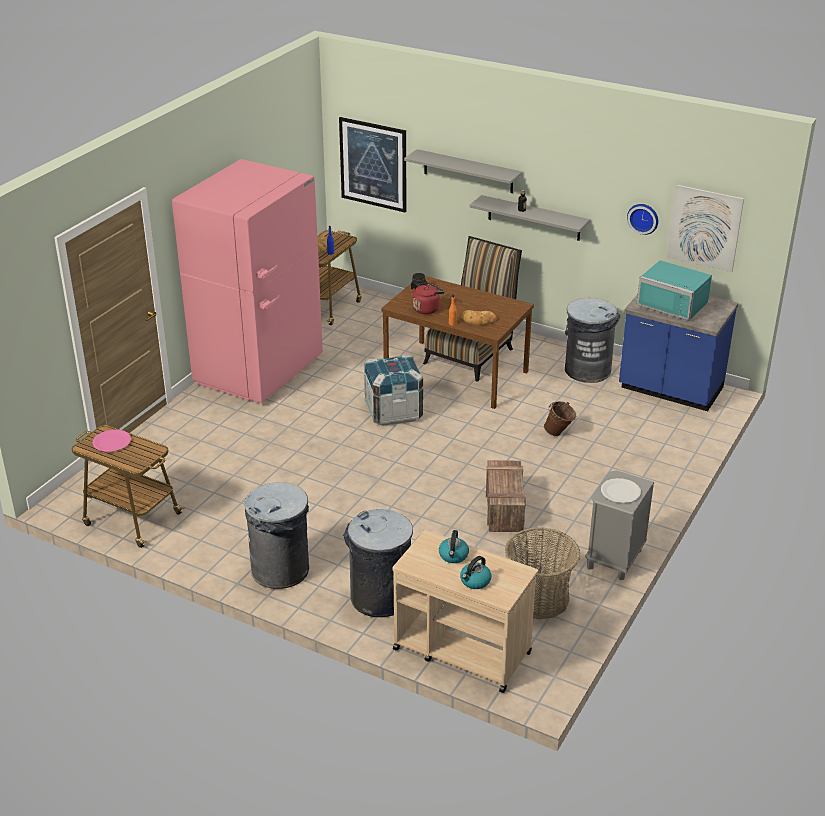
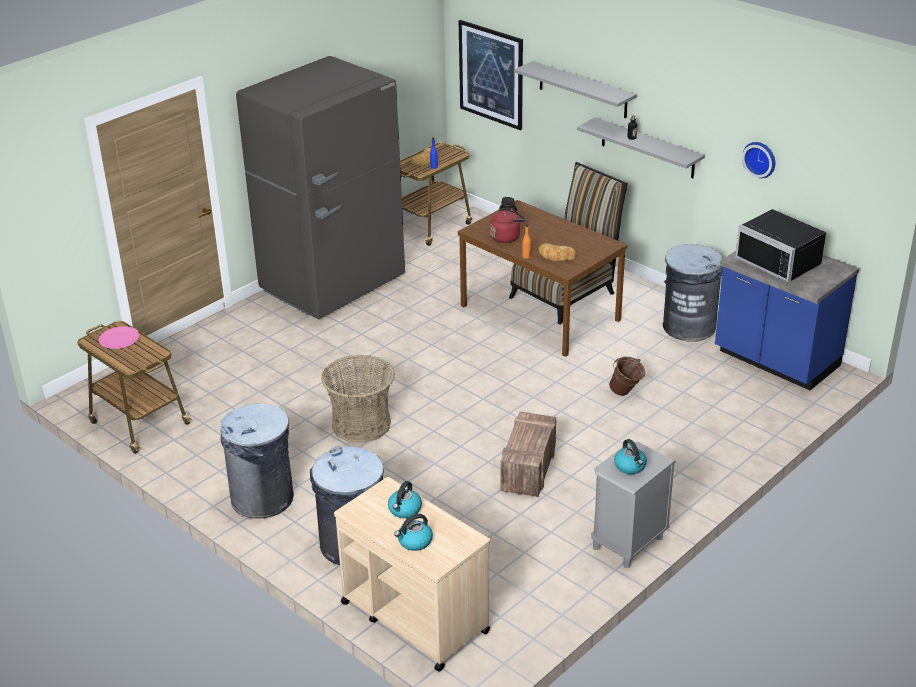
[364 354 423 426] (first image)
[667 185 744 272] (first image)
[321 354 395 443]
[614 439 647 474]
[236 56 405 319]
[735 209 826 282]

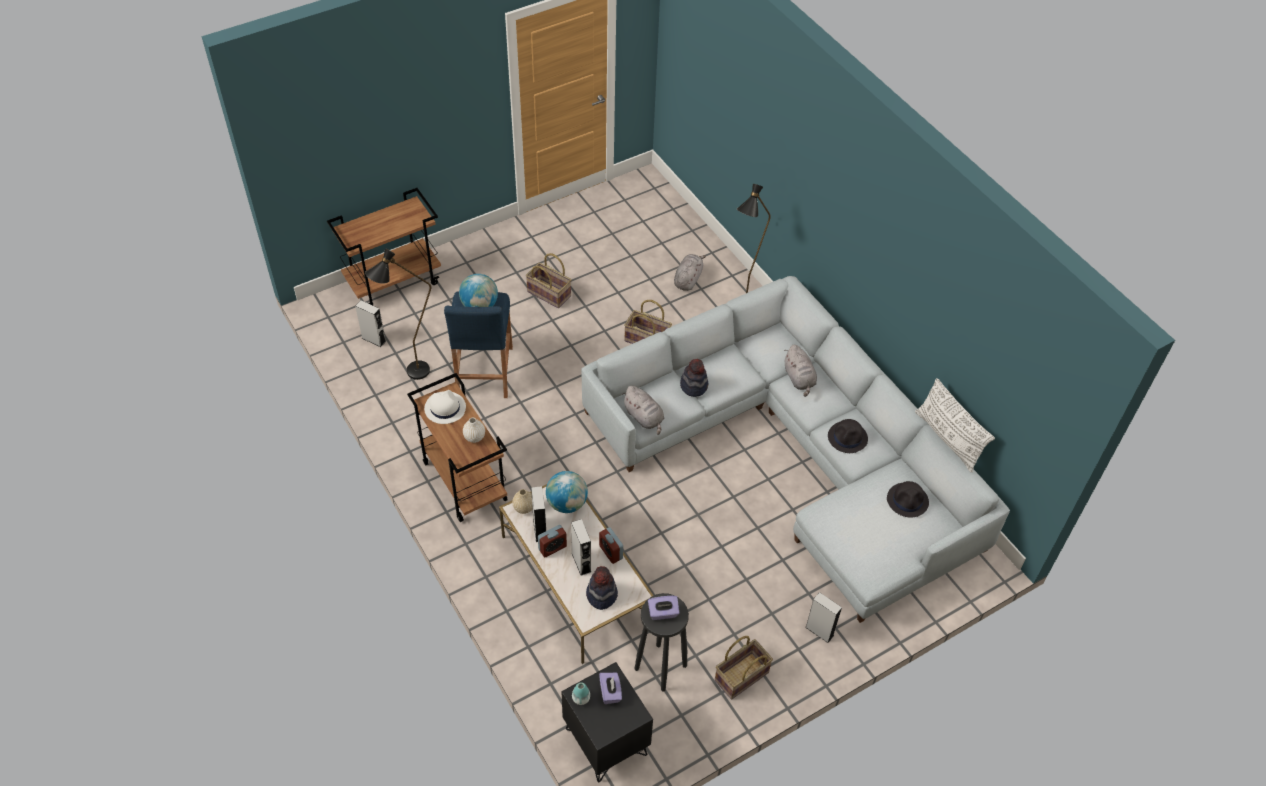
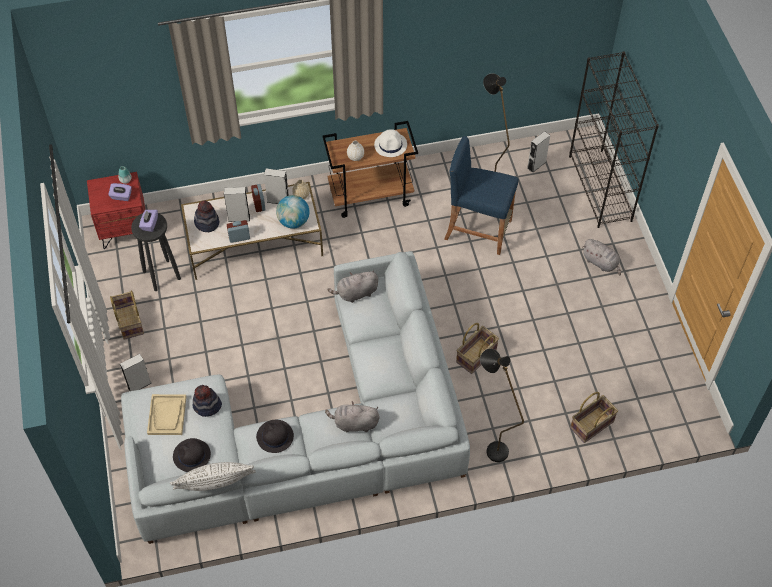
[459 274 498 307] (first image)
[147 394 186 435]
[570 392 618 443]
[582 239 621 275]
[193 385 222 417]
[569 52 659 228]
[87 172 145 249]

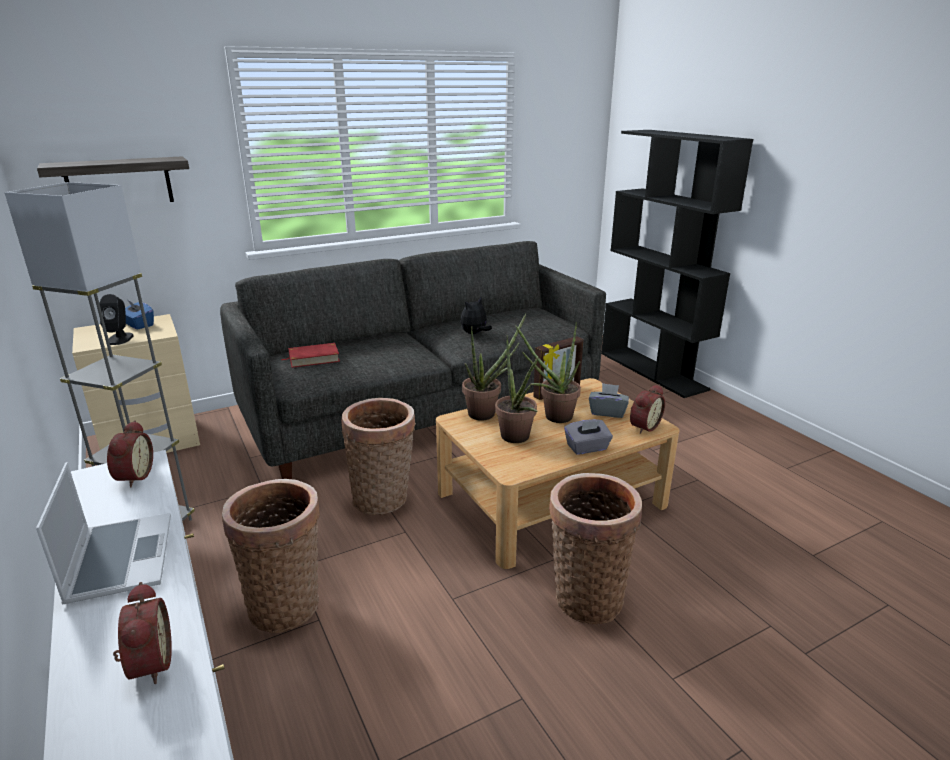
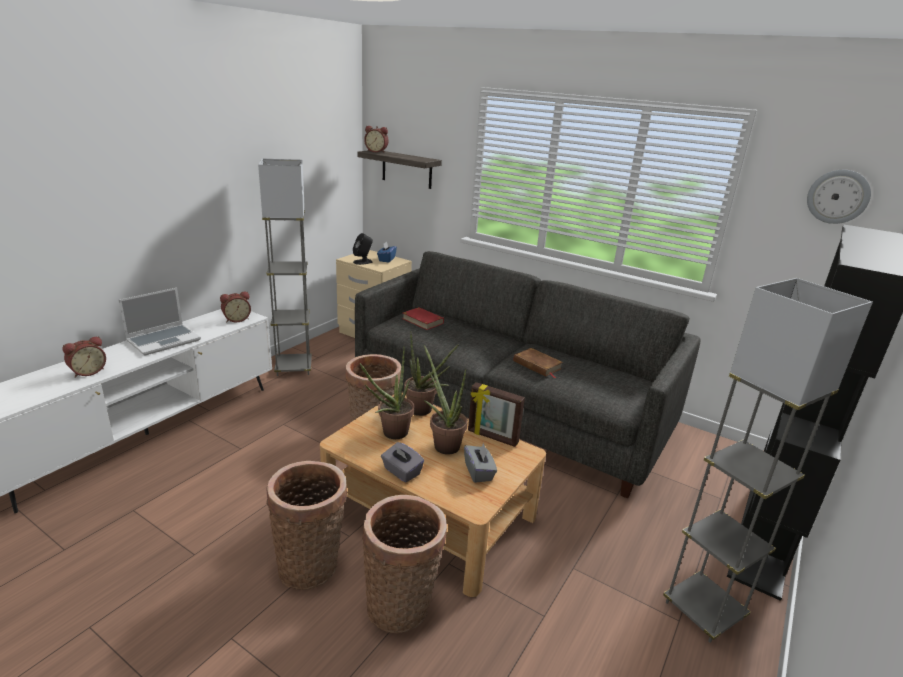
[663 278 873 643]
[807 170 871 224]
[362 495 447 633]
[364 126 389 153]
[513 348 563 378]

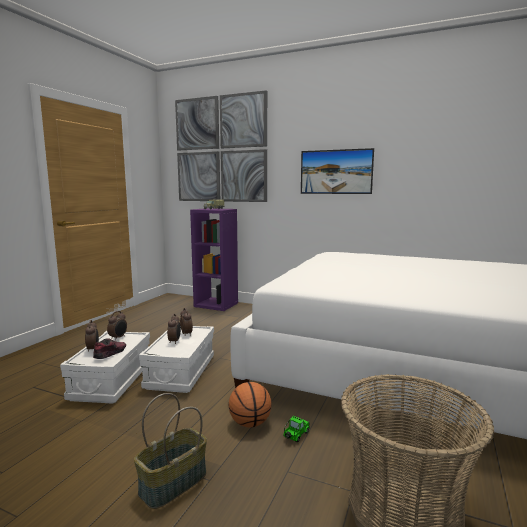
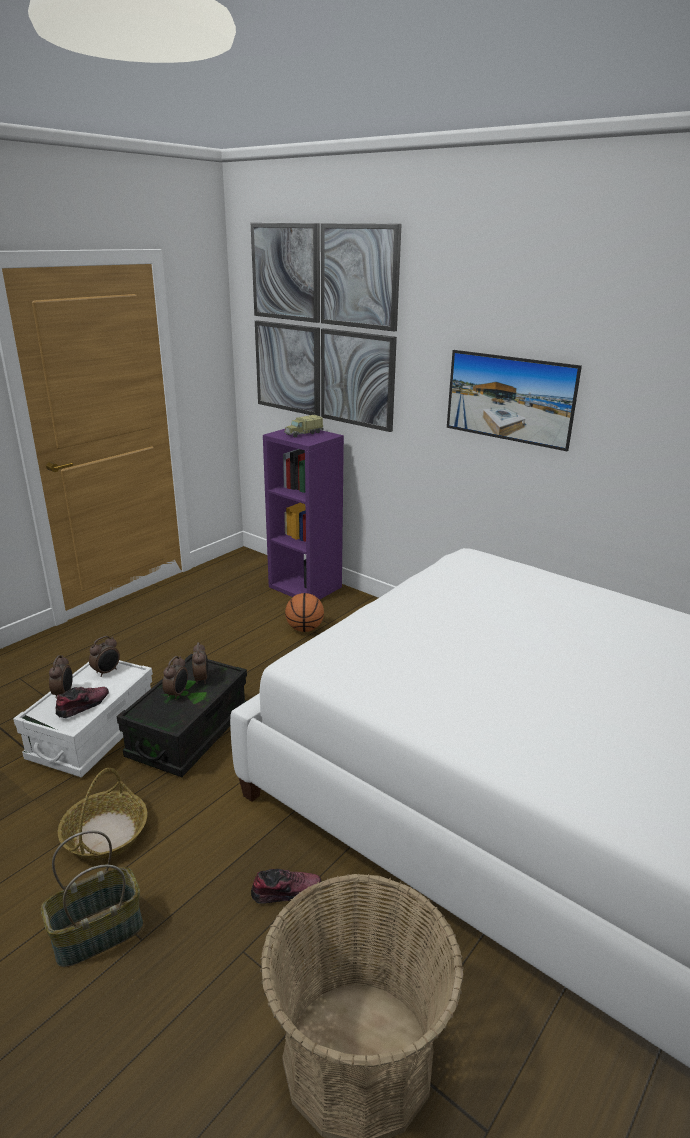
[58 768 147 860]
[285 593 324 632]
[251 869 322 904]
[116 654 247 777]

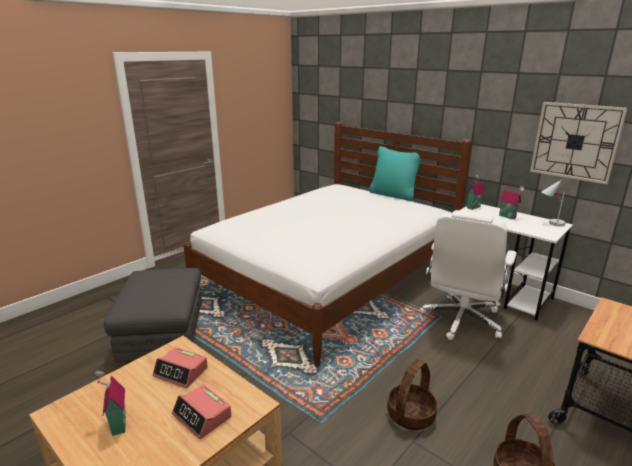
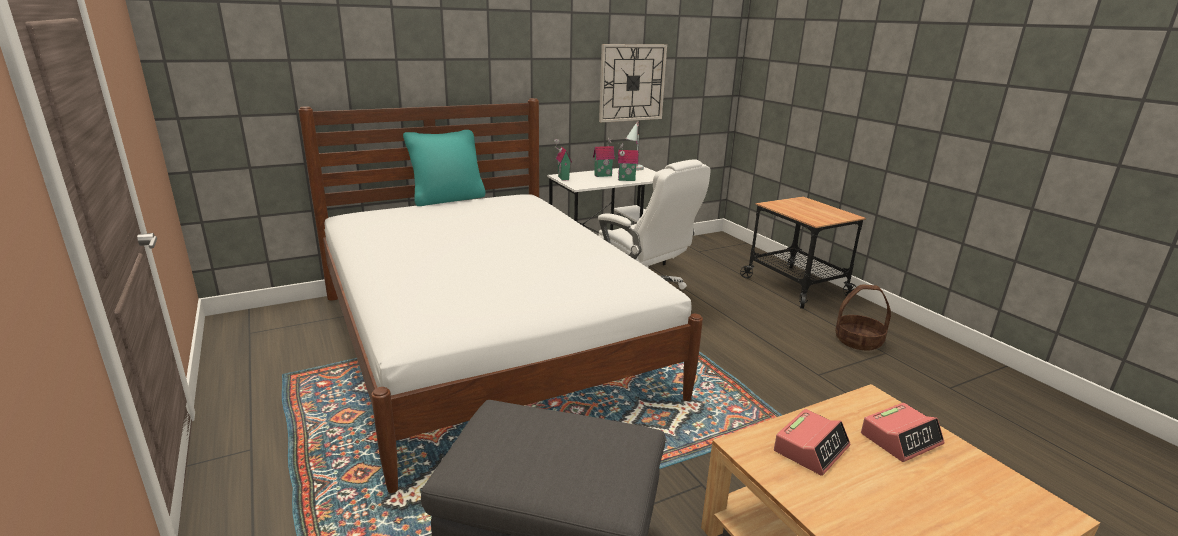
[387 359 438 430] (first image)
[618 143 638 181]

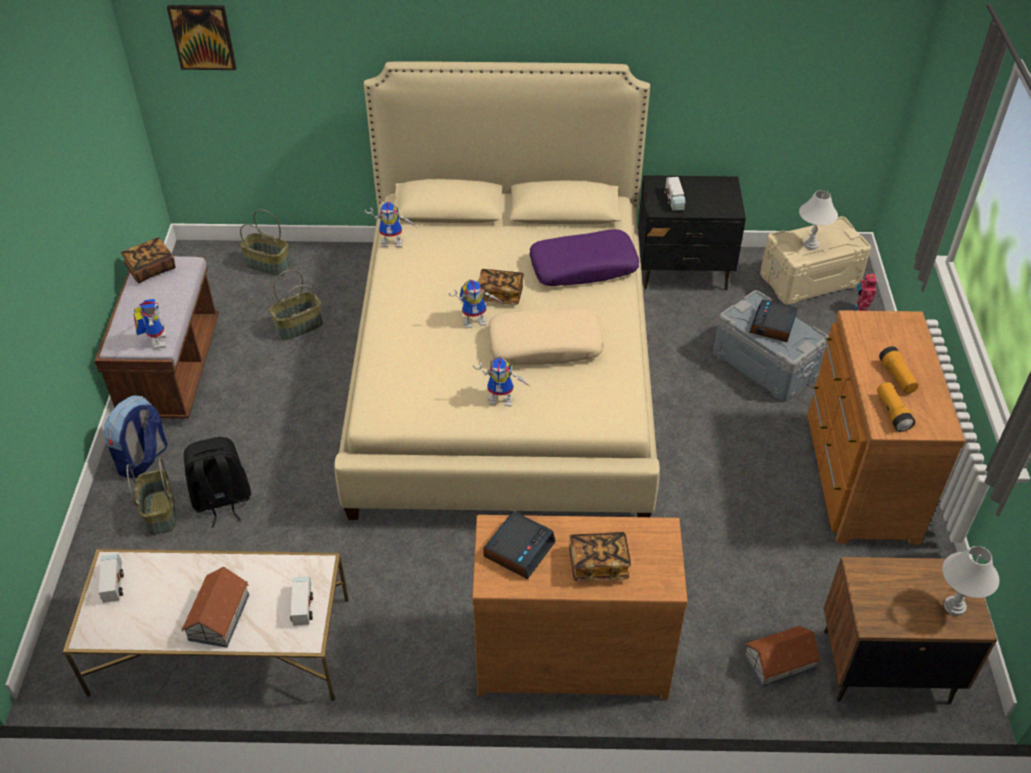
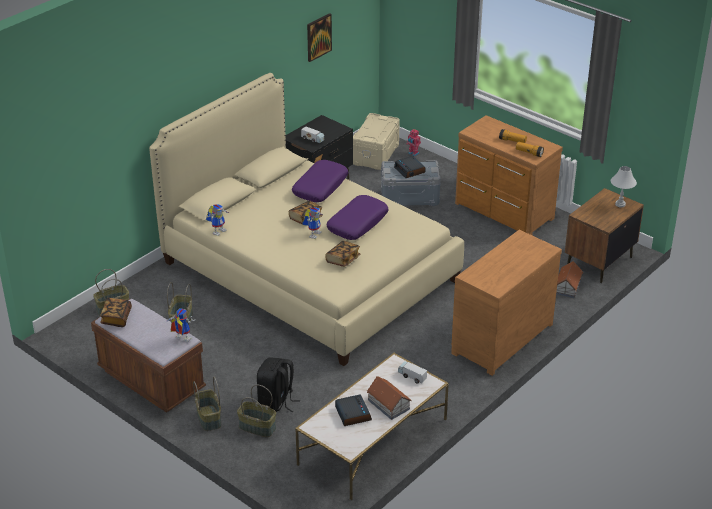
[98 554 124 603] (first image)
[473 355 531 406] (first image)
[799 190 838 250] (first image)
[307 13 332 62]
[335 394 372 426]
[325 241 360 267]
[193 377 221 431]
[327 195 389 240]

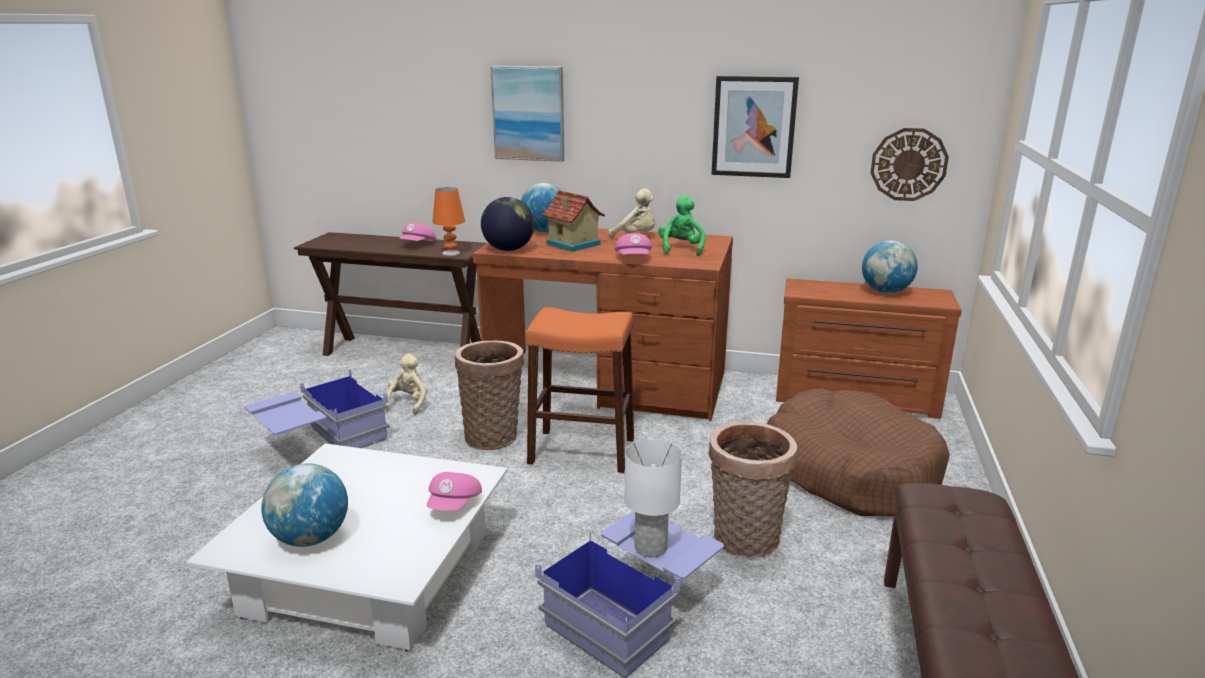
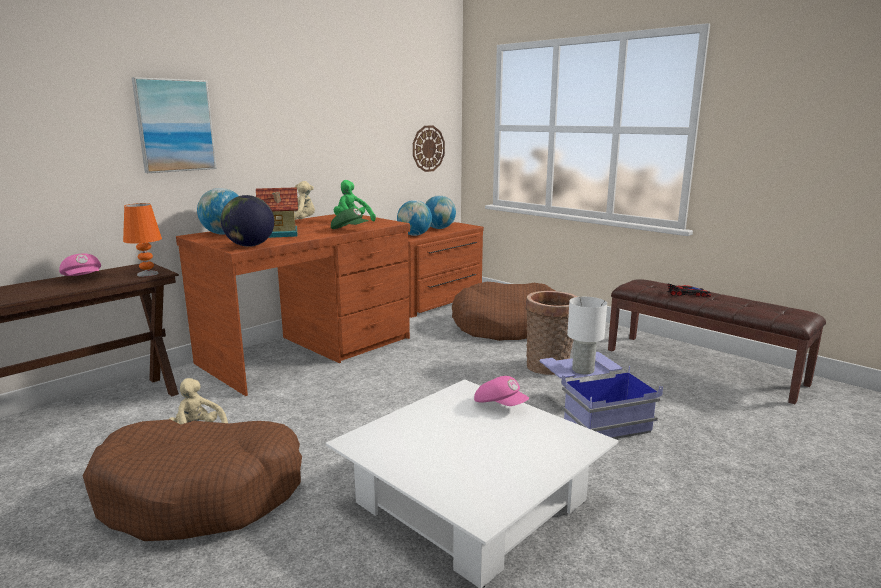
[455 341 524 450] (first image)
[526 307 634 473] (first image)
[711 76 799 178] (first image)
[667 283 711 297]
[397 200 432 236]
[83 419 302 541]
[331 208 369 229]

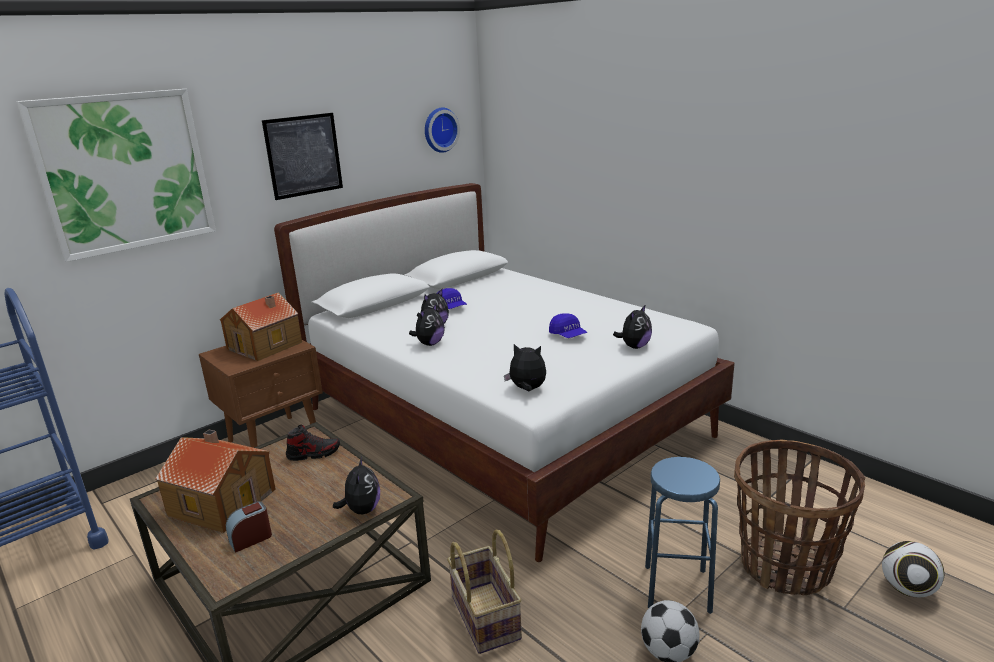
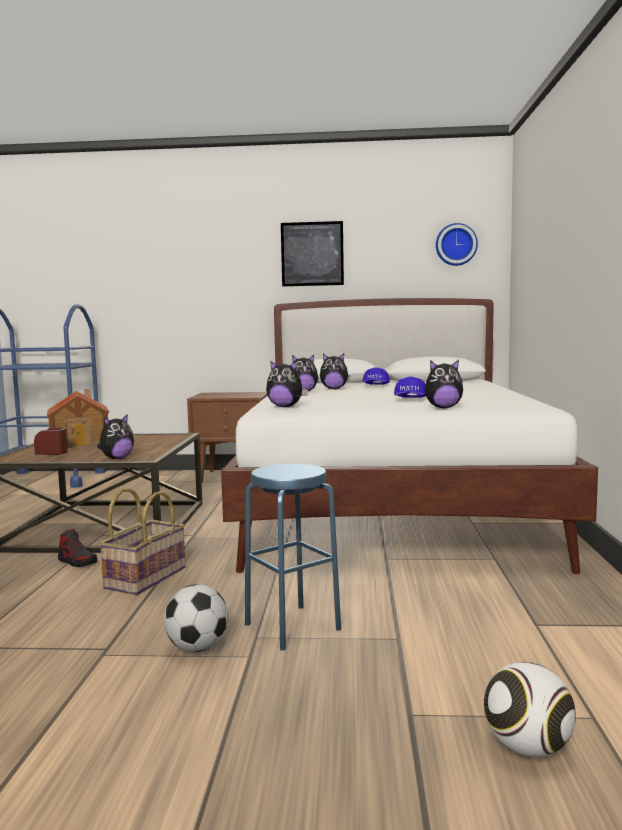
[16 89 216 262] (first image)
[220 292 302 361] (first image)
[734 439 865 595] (first image)
[58 529 97 567]
[266 361 308 407]

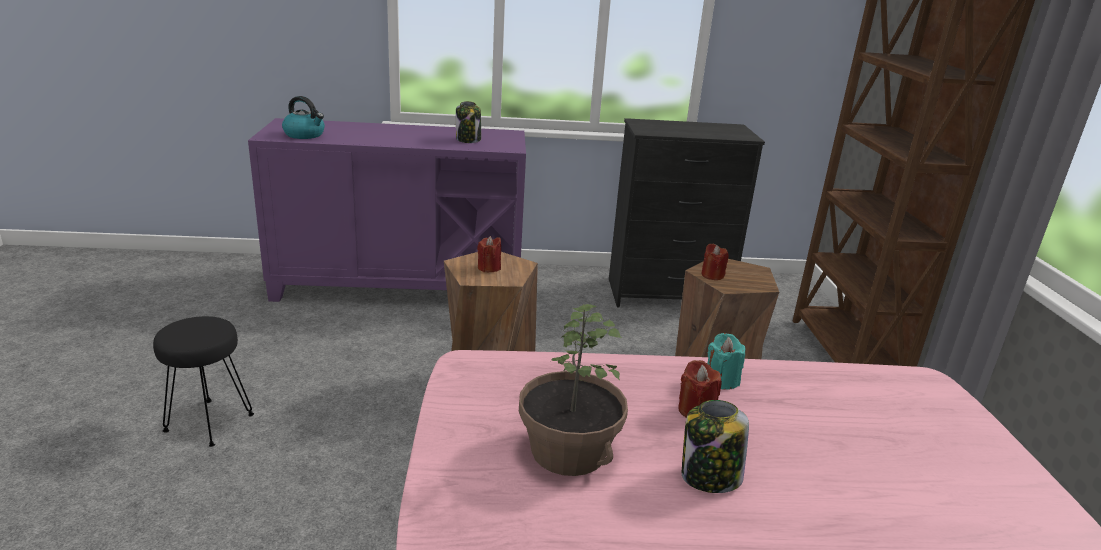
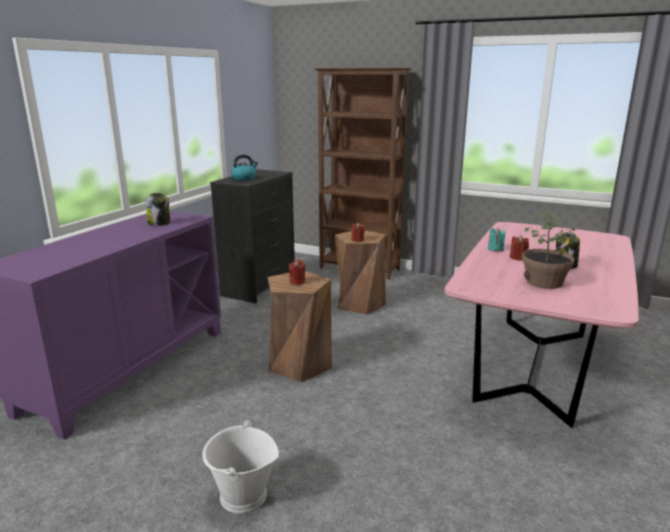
[231 155 258 180]
[202 421 279 513]

